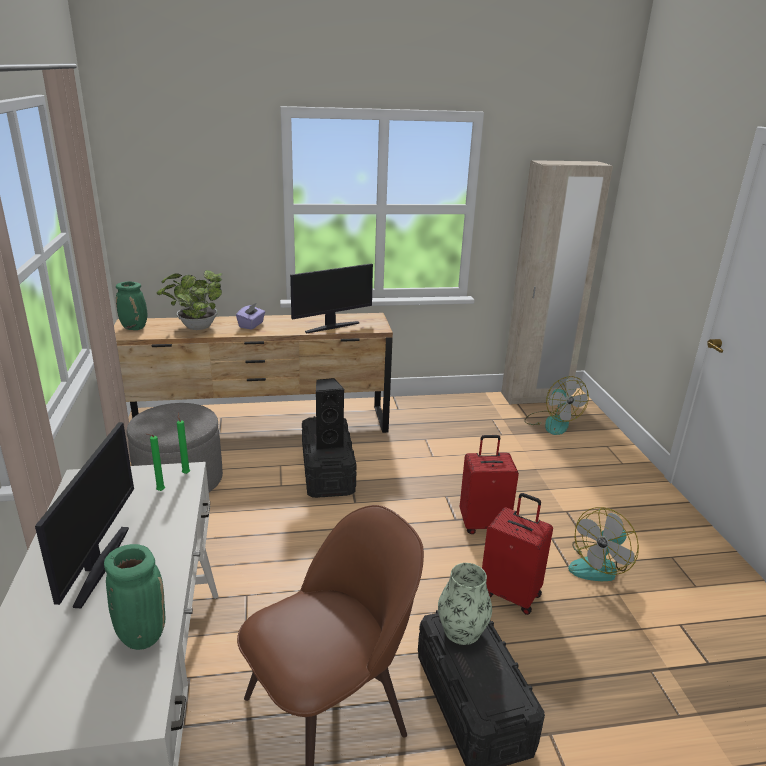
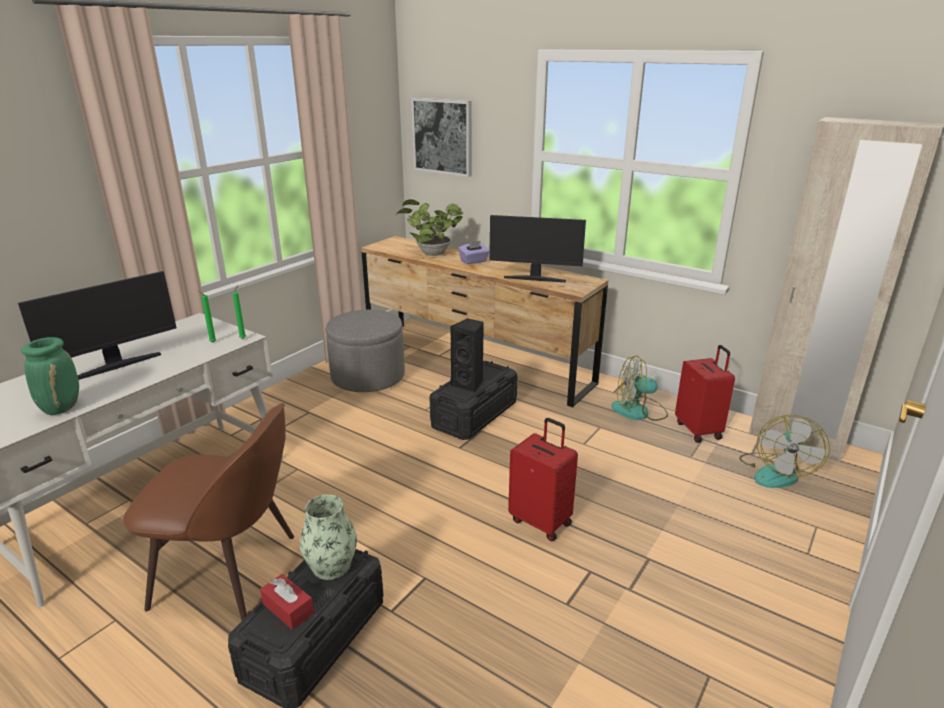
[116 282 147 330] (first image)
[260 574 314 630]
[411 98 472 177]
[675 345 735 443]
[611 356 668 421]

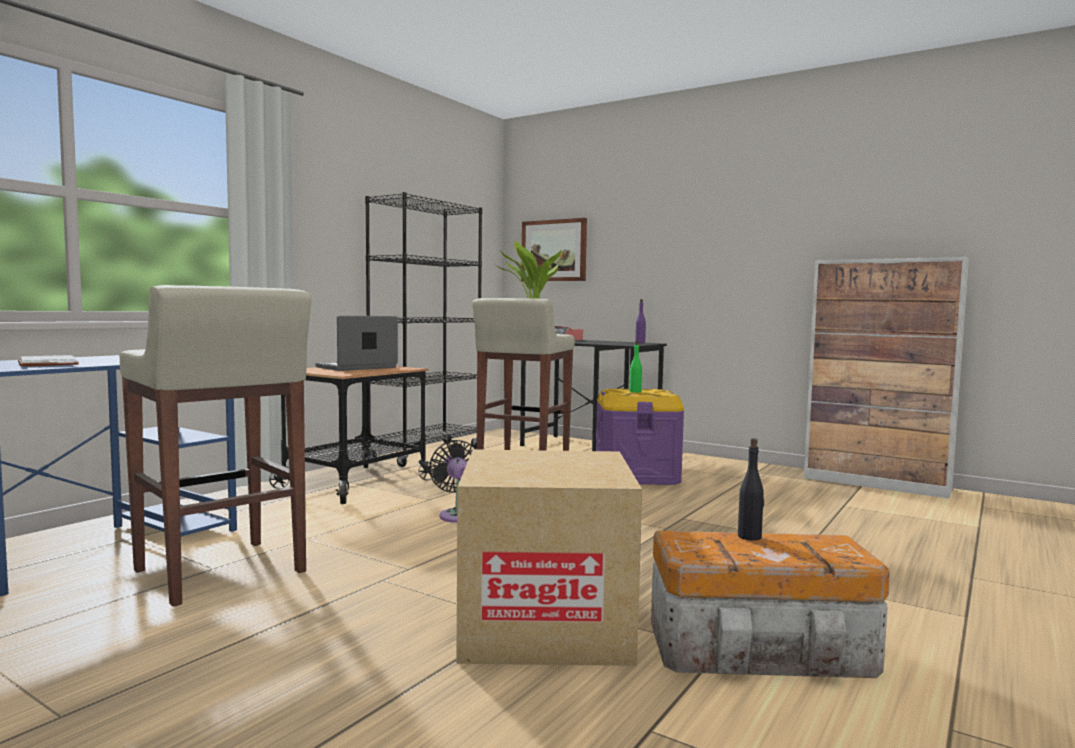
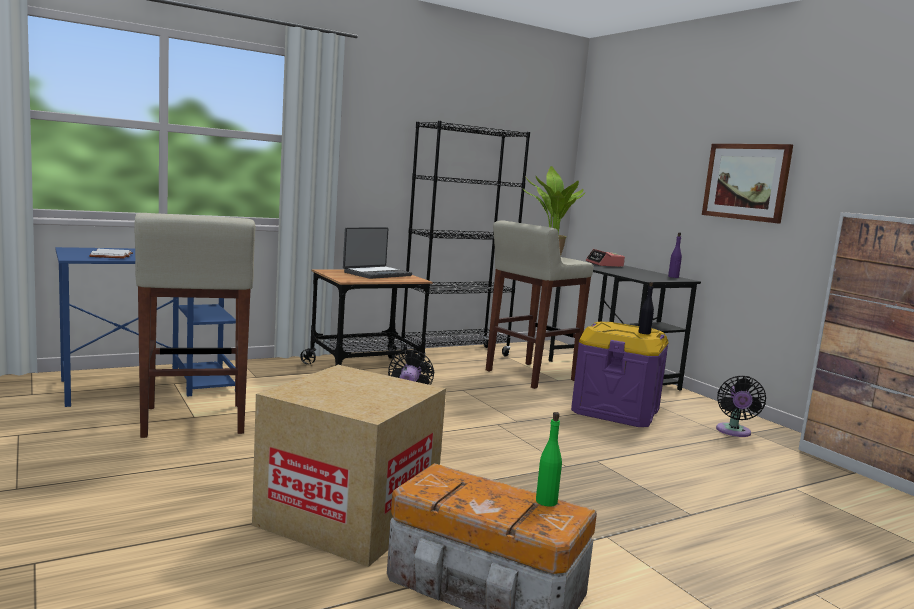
[716 376 766 437]
[702 144 793 224]
[536 412 562 507]
[639 282 654 334]
[343 227 412 279]

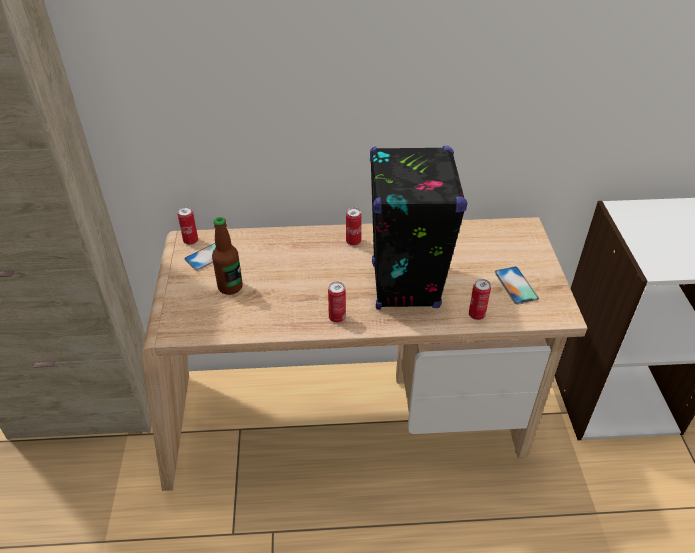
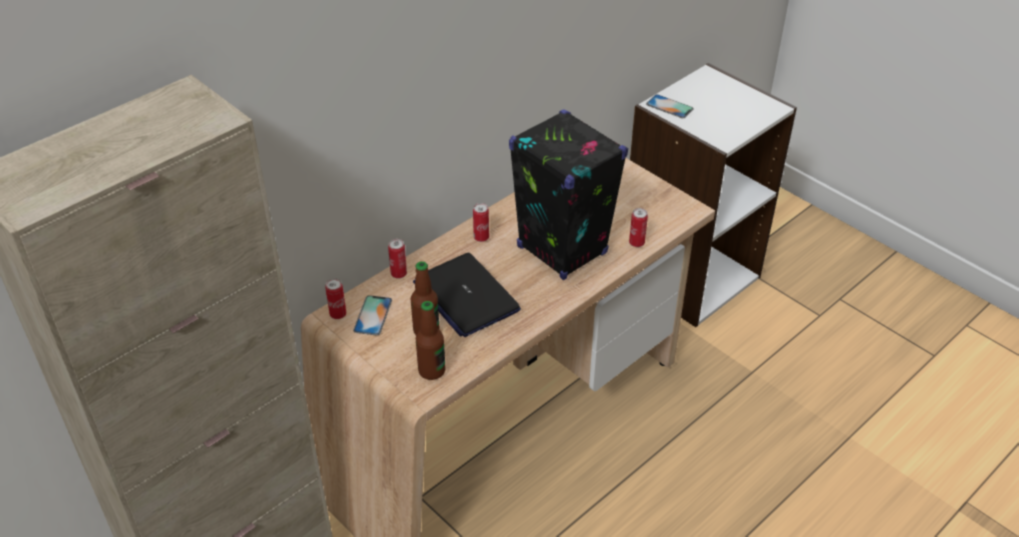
[413 253 521 337]
[416 301 445 380]
[388 239 407 278]
[646 94 694 118]

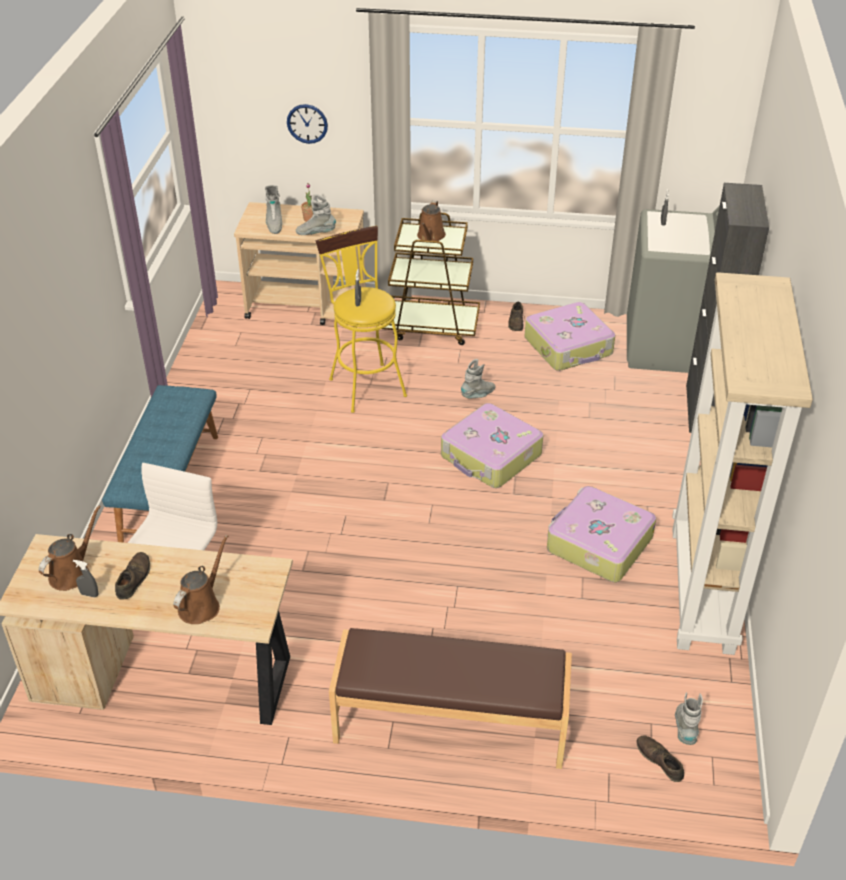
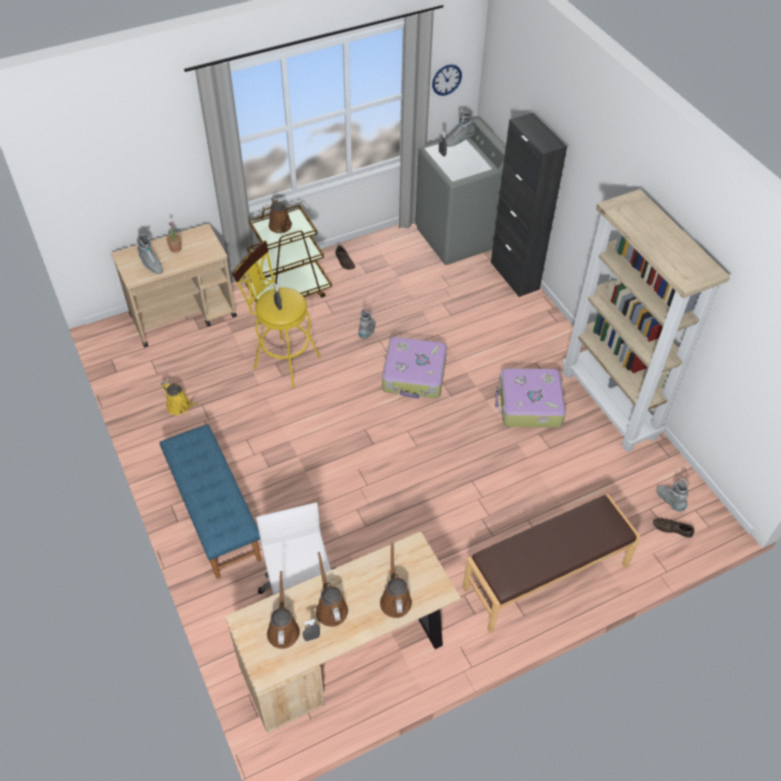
[525 302 615 371] (first image)
[161 381 198 415]
[432 64 462 96]
[446 111 475 147]
[316 552 348 627]

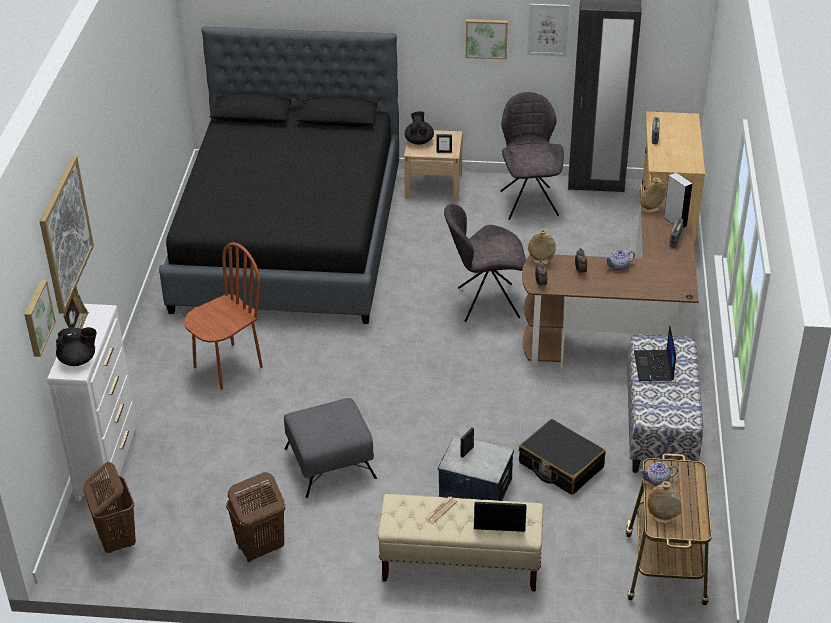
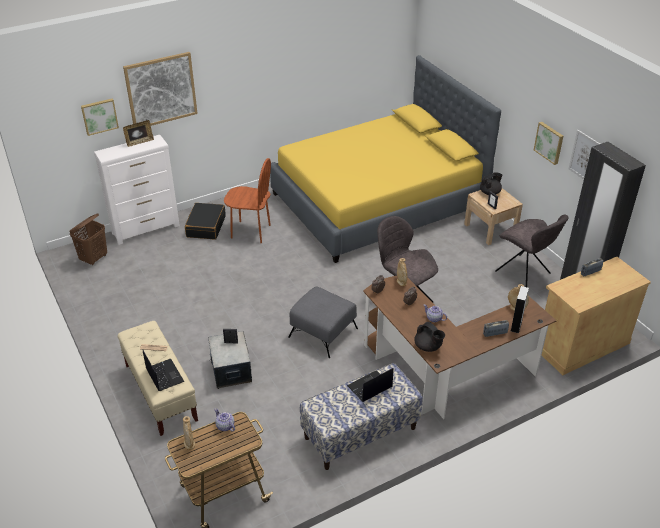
[226 472 285 562] (first image)
[414 322 445 352]
[288 287 358 358]
[185 203 226 240]
[270 55 501 263]
[495 215 569 287]

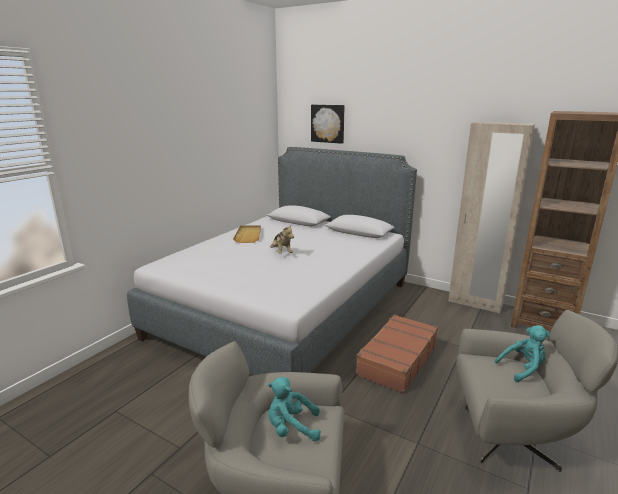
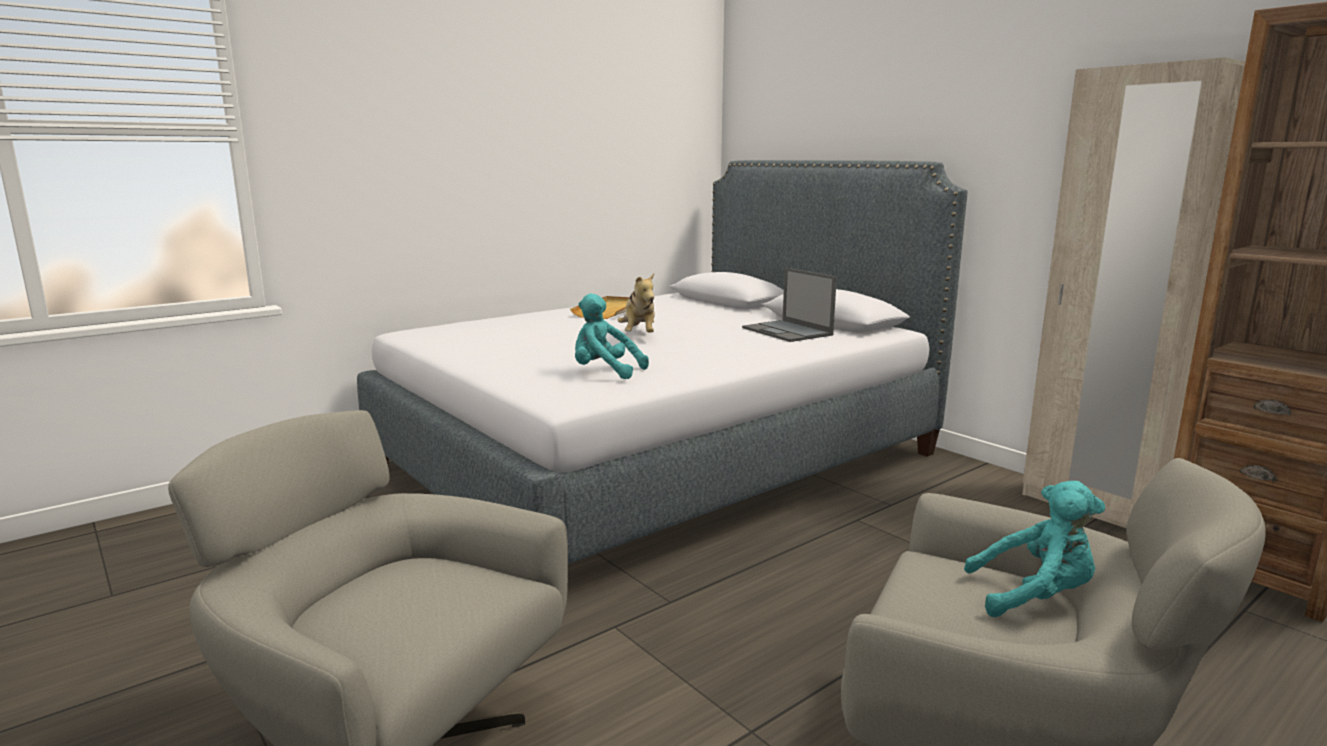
[311 105 345 144] (first image)
[356 314 438 394] (first image)
[742 268 837 342]
[575 293 649 379]

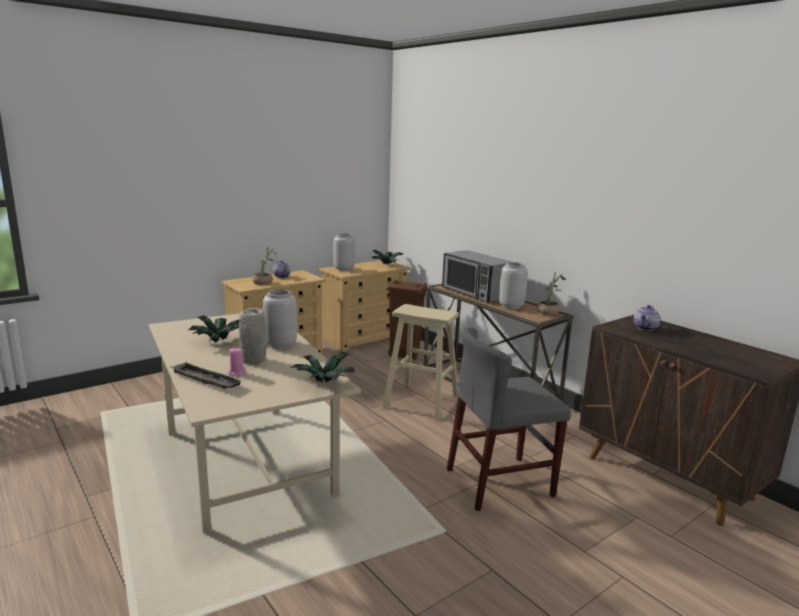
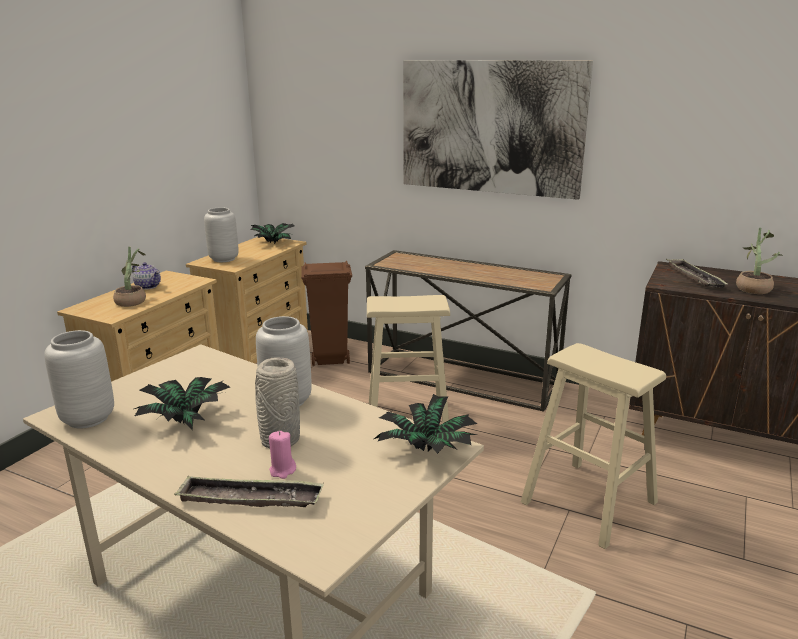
[442 250 510 302] (first image)
[403 60 593 200]
[44 330 114 429]
[736 228 781 294]
[521 343 666 549]
[666 259 727 288]

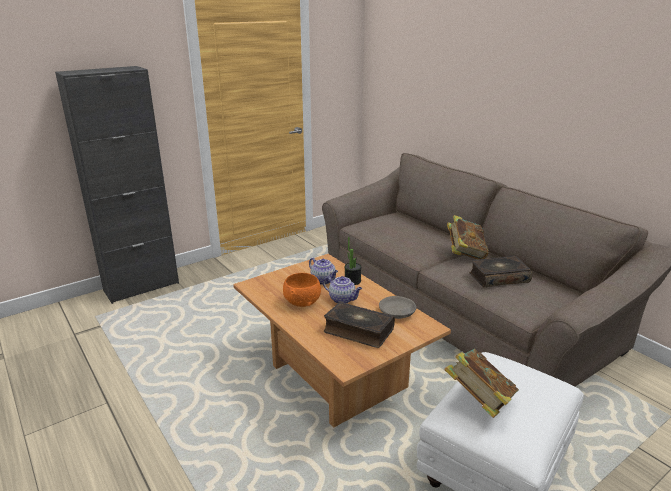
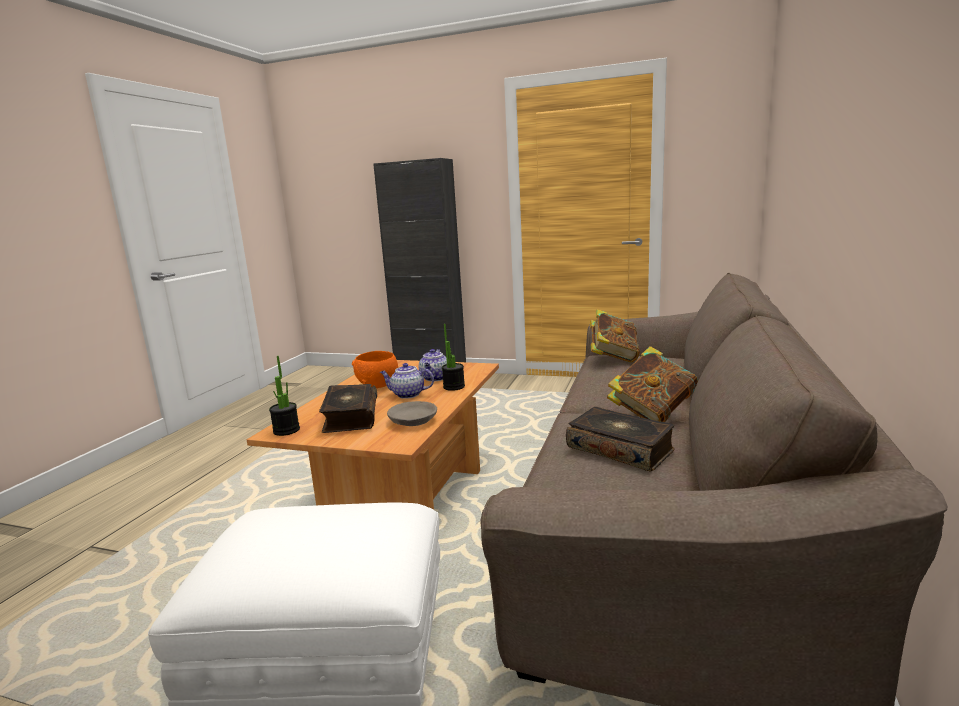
[269 356 300 436]
[590 309 640 362]
[380 363 434 399]

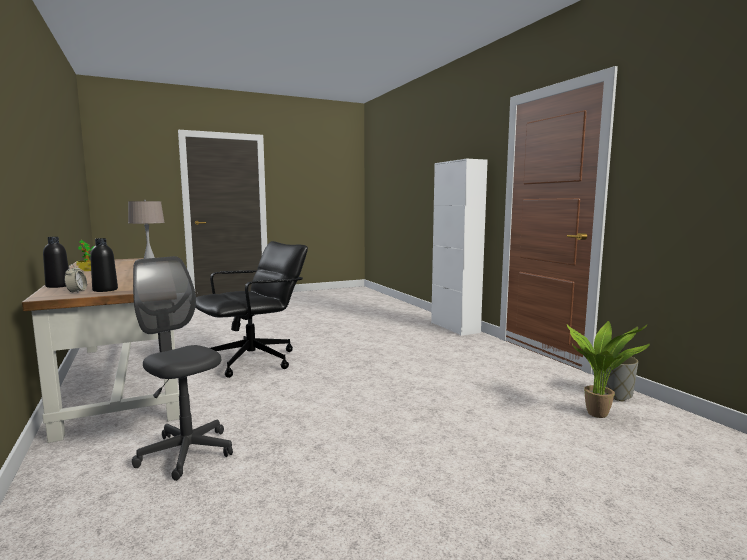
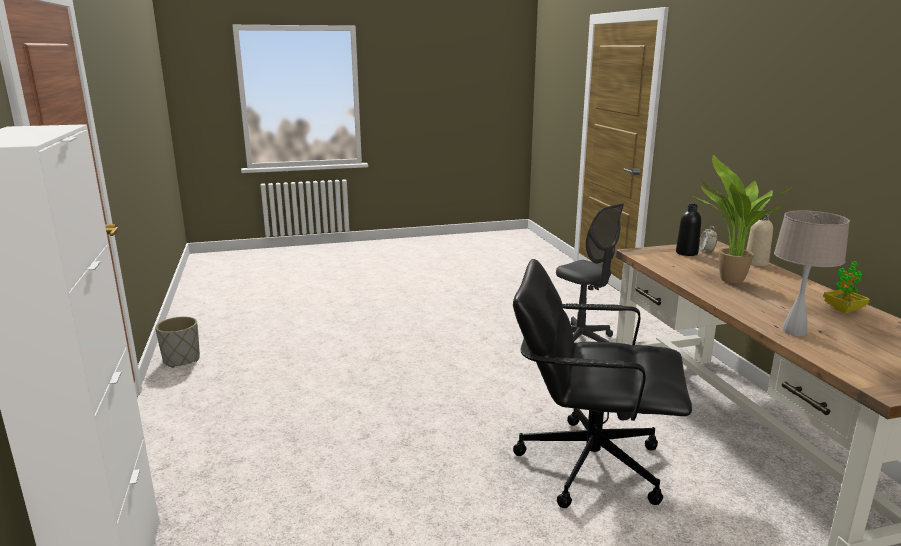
[691 155 793 284]
[746 213 773 266]
[513 259 692 508]

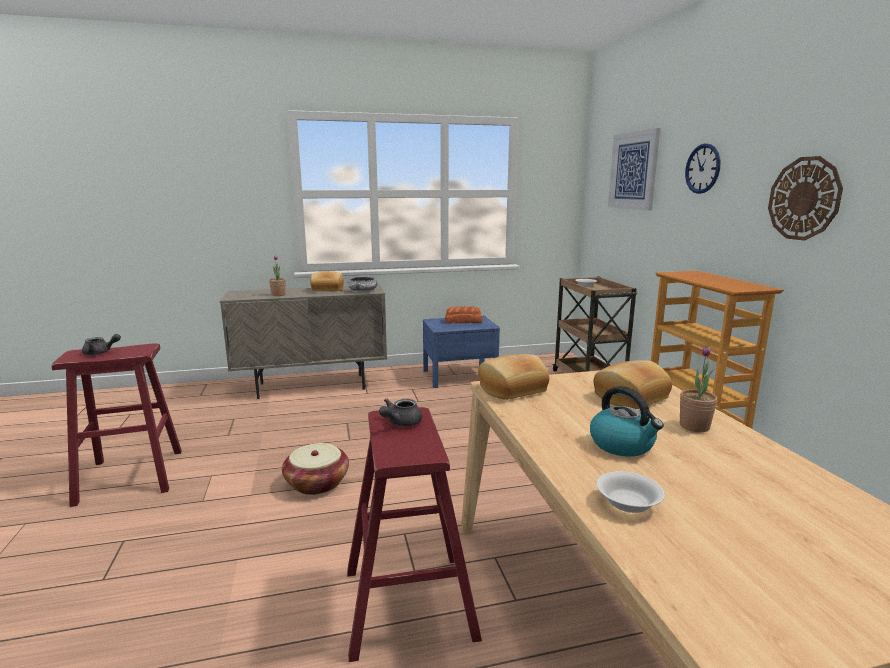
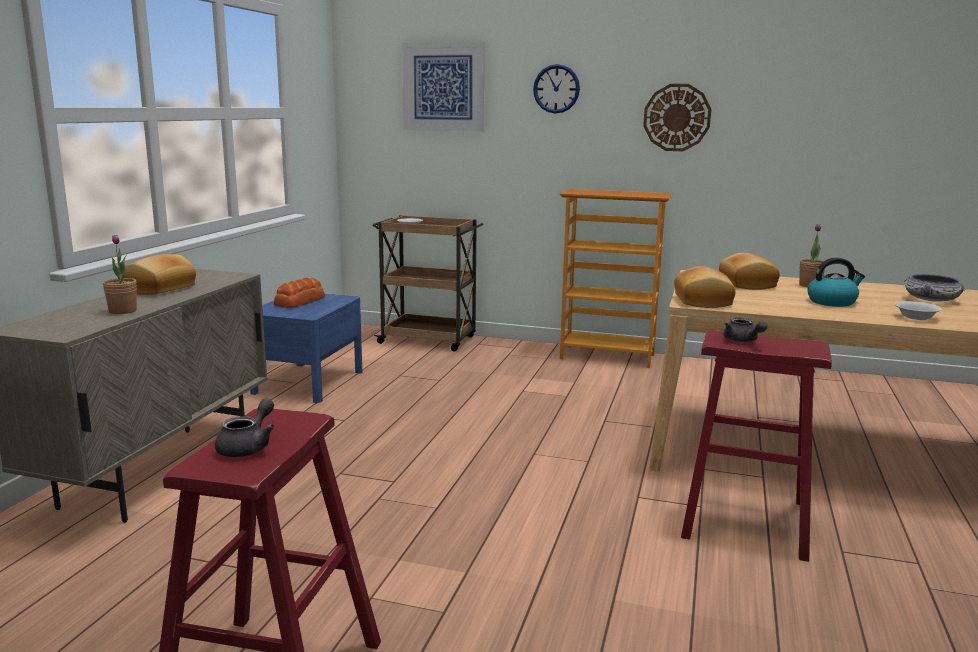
[282 443 349 495] (first image)
[904 274 965 302]

